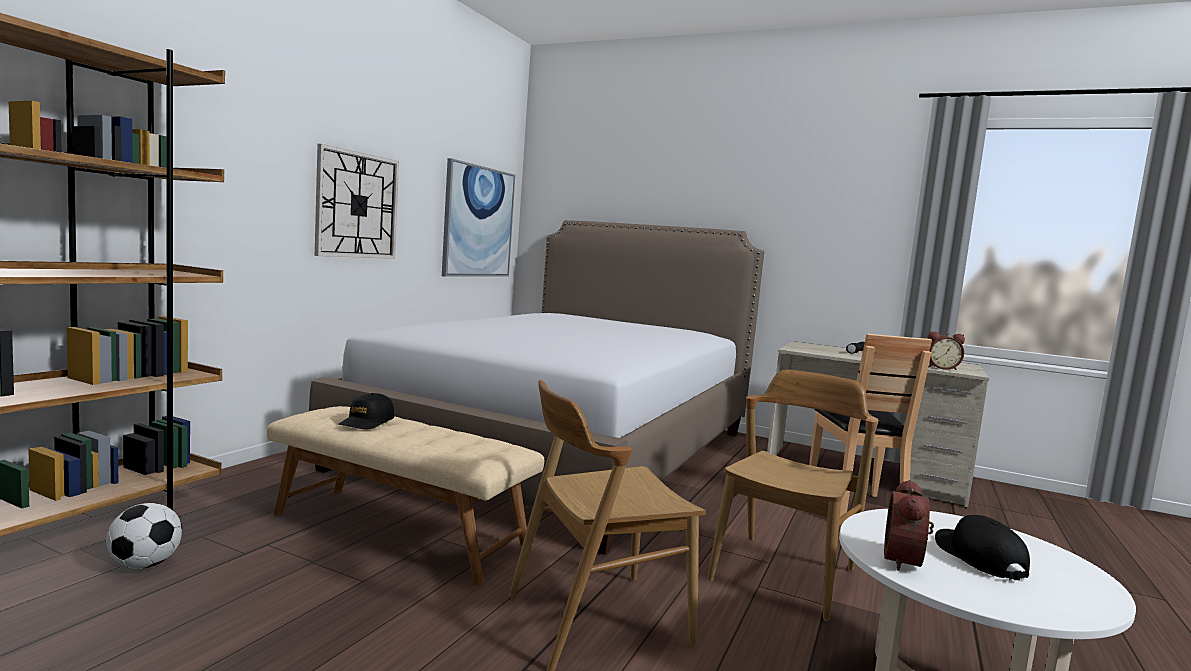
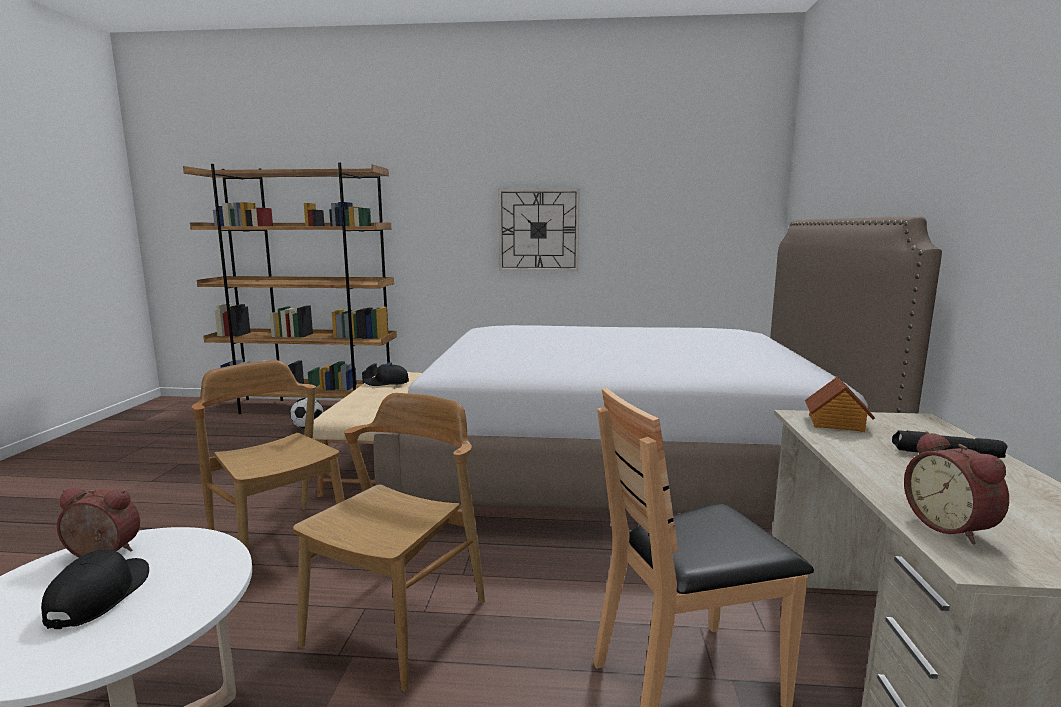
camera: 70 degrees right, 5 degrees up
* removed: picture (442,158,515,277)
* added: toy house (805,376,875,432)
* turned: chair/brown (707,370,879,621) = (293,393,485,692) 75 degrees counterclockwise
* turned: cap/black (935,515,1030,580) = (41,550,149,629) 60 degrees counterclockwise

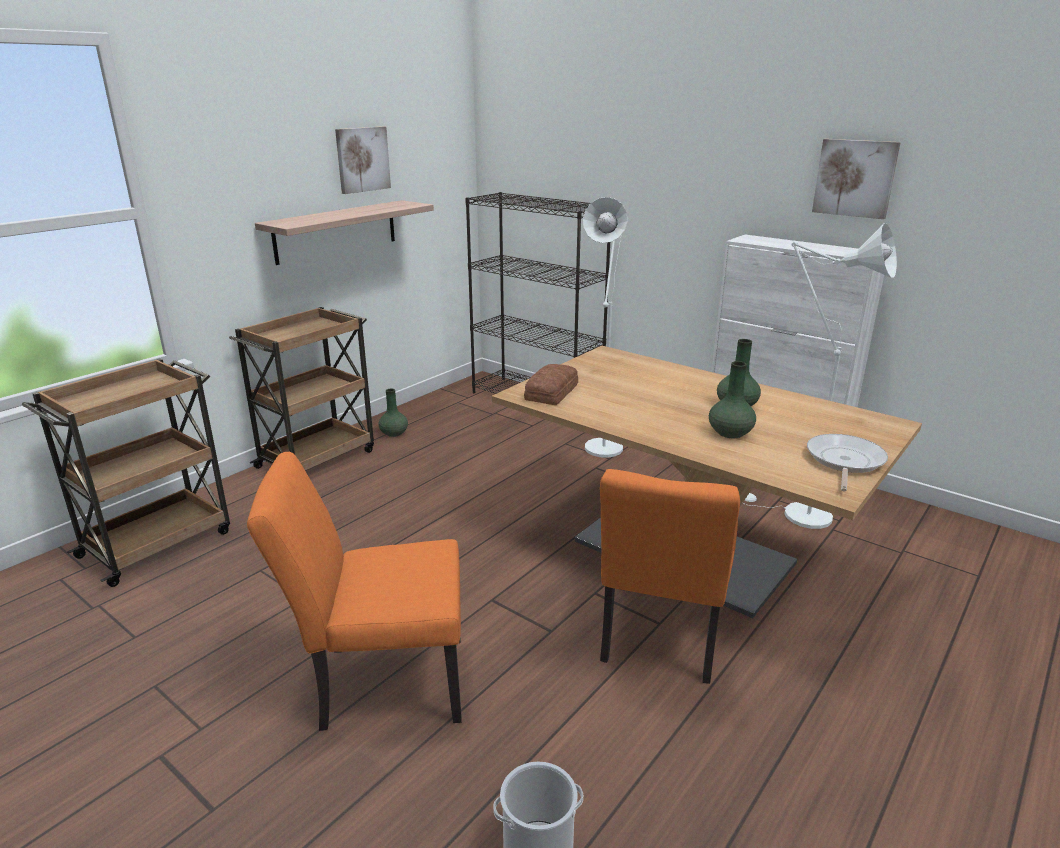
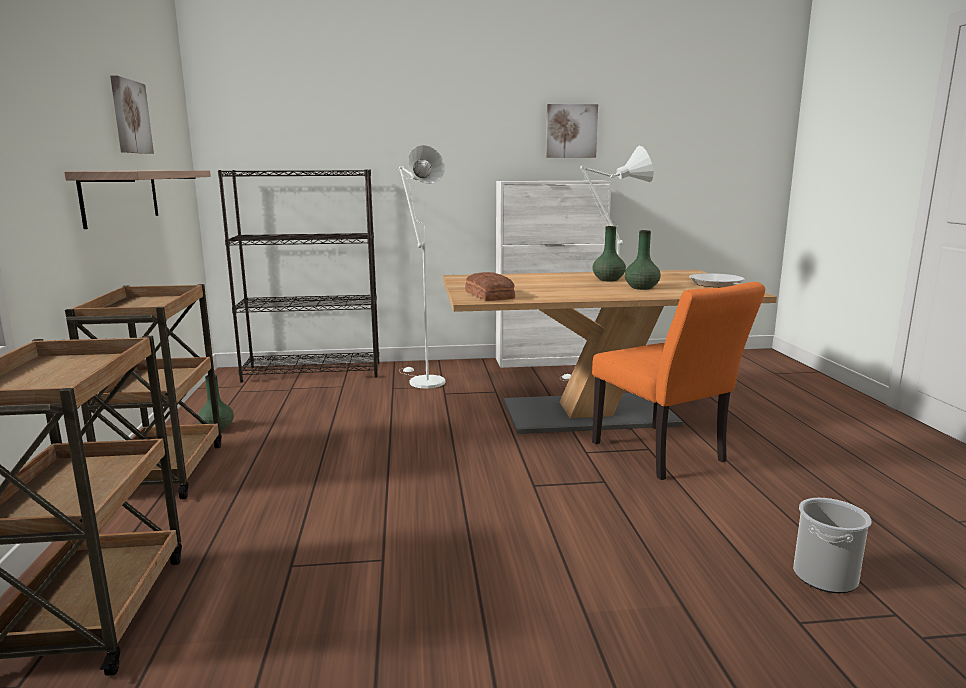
camera: 45 degrees left, 10 degrees down
* removed: chair/orange (247,452,462,731)

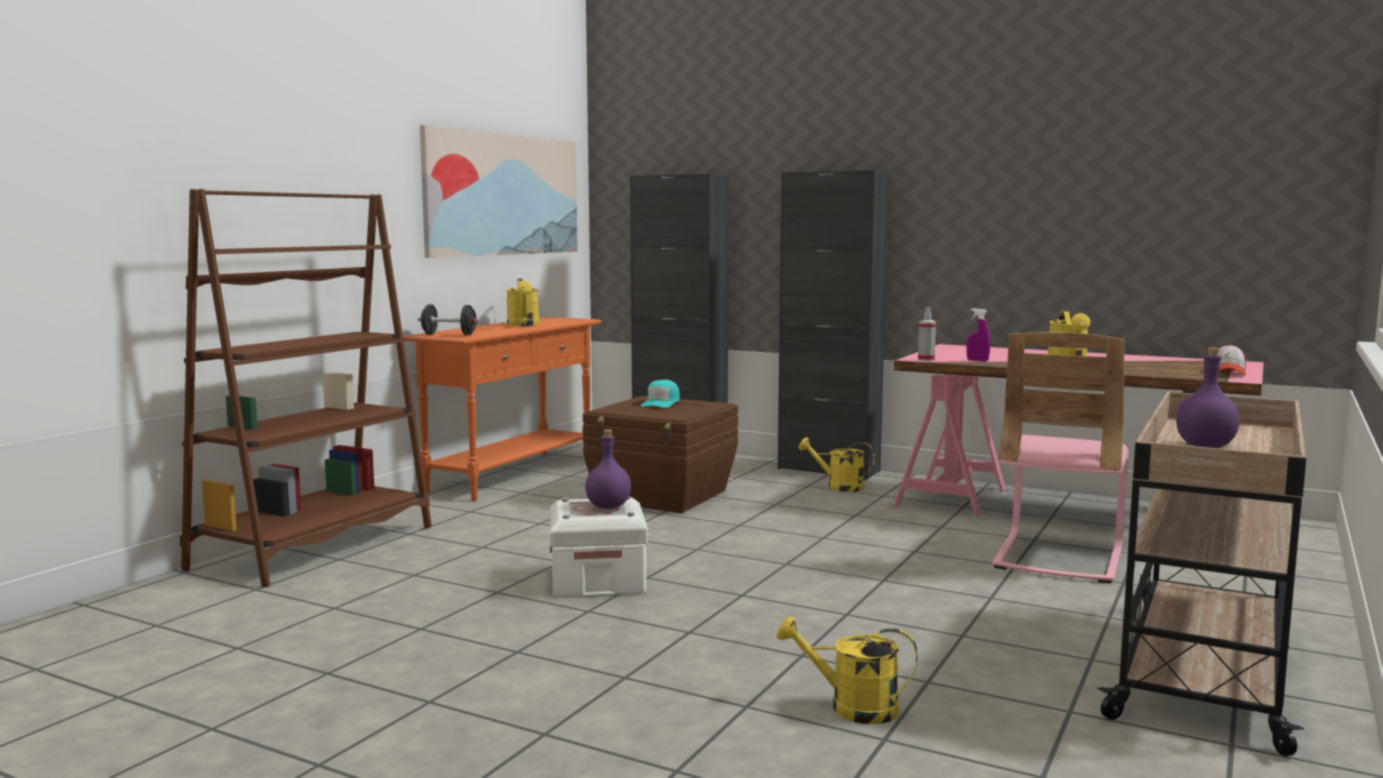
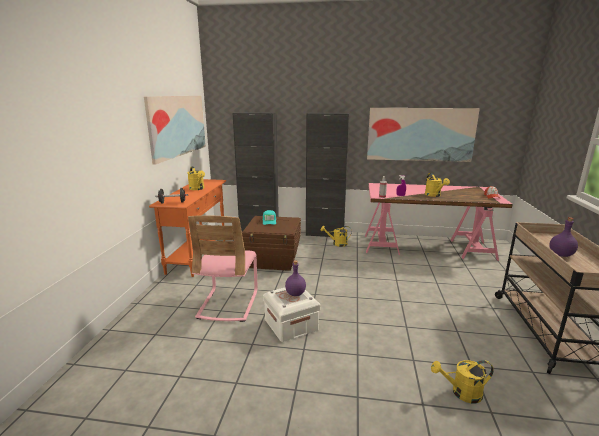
camera: 20 degrees left, 10 degrees up
* removed: bookcase/brown (180,189,432,587)
* added: picture (367,108,480,162)
* moved: chair/pink (992,332,1129,583) to (188,215,258,322)

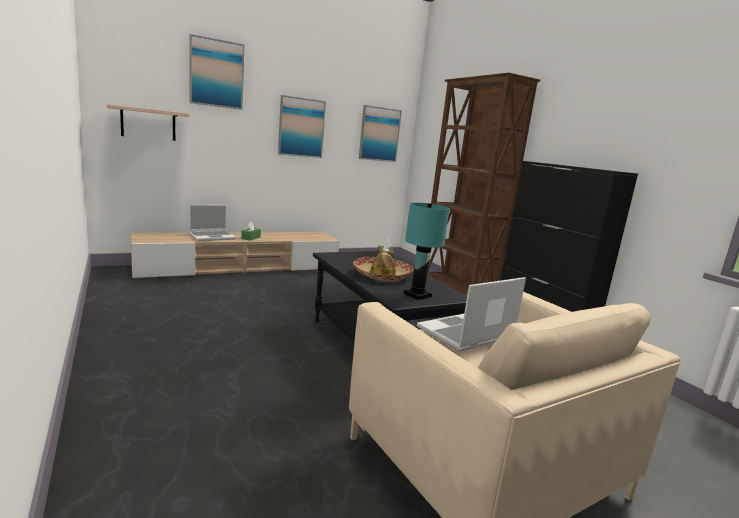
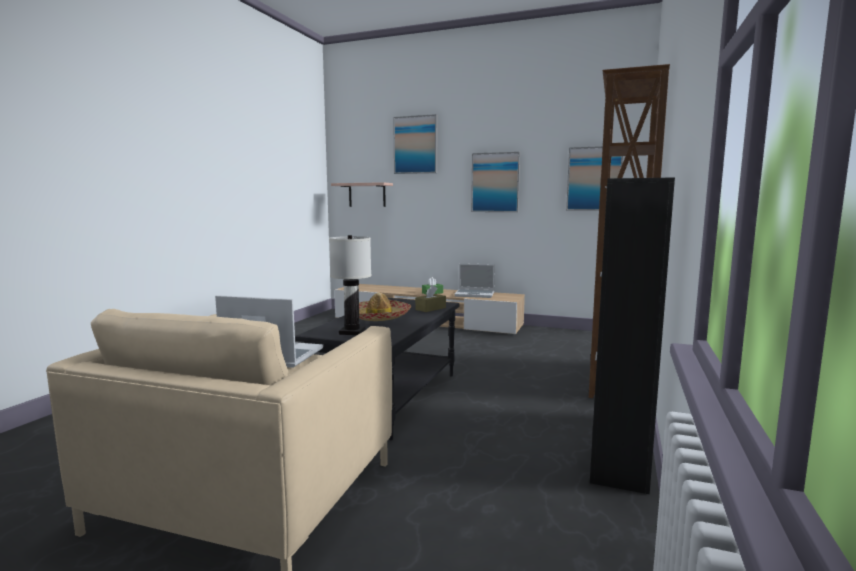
camera: 50 degrees right, 5 degrees down
* moved: laptop (189,204,236,241) to (454,263,495,298)
* recoloured: table lamp/turquoise (403,203,450,300) to table lamp/white (329,235,371,335)

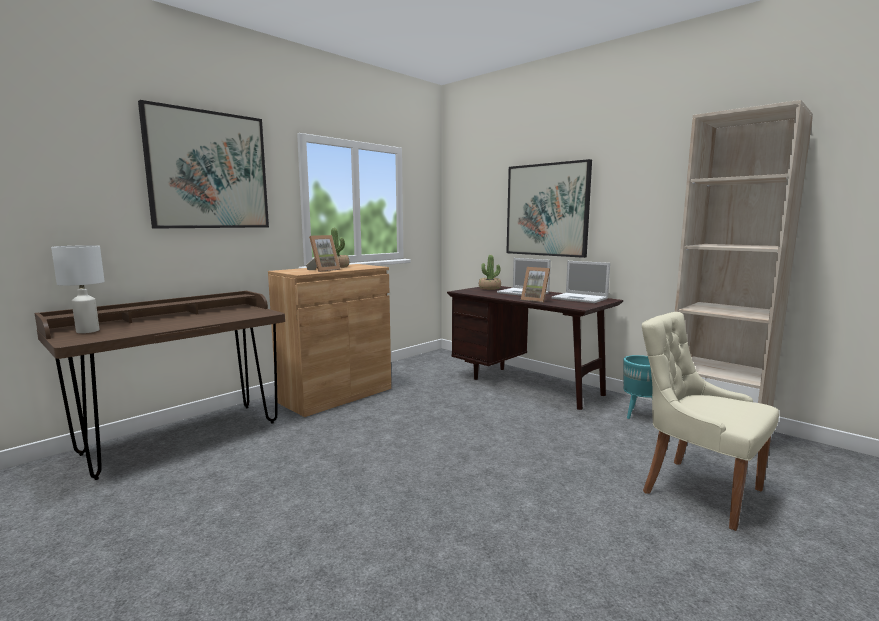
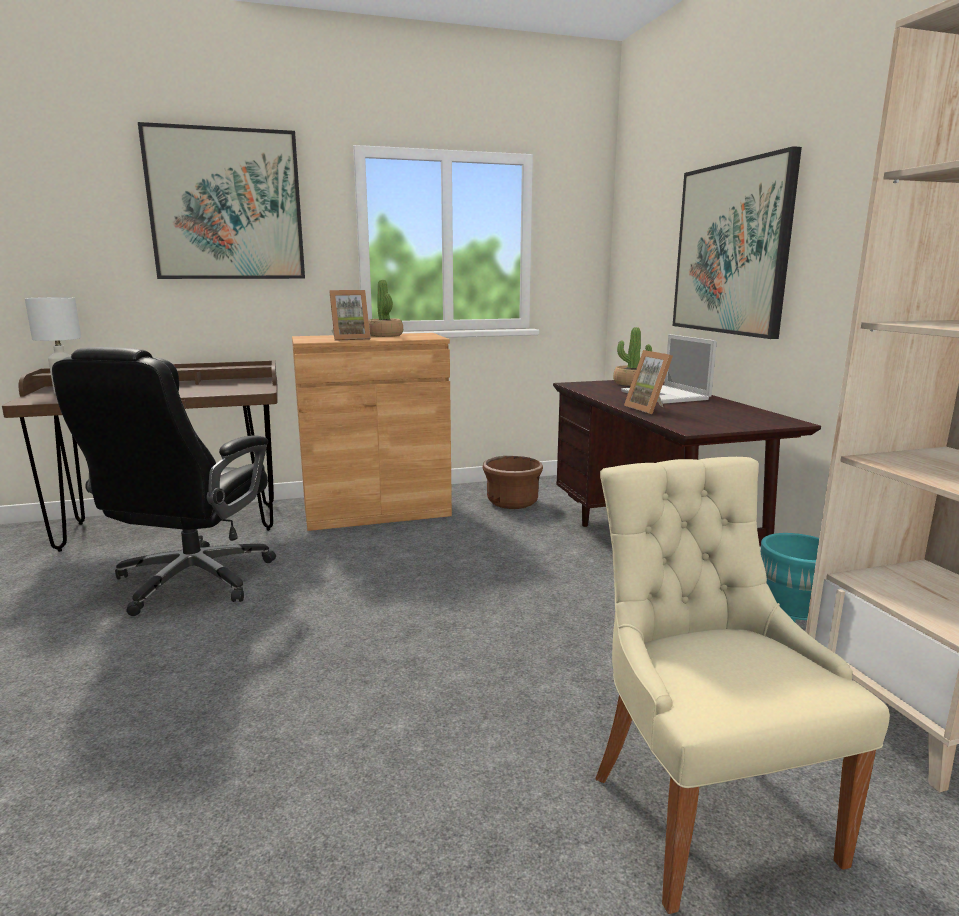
camera: 30 degrees right, 5 degrees up
* removed: laptop (552,261,610,303)
* added: office chair/black (52,347,276,616)
* added: planter/brown (483,456,543,509)

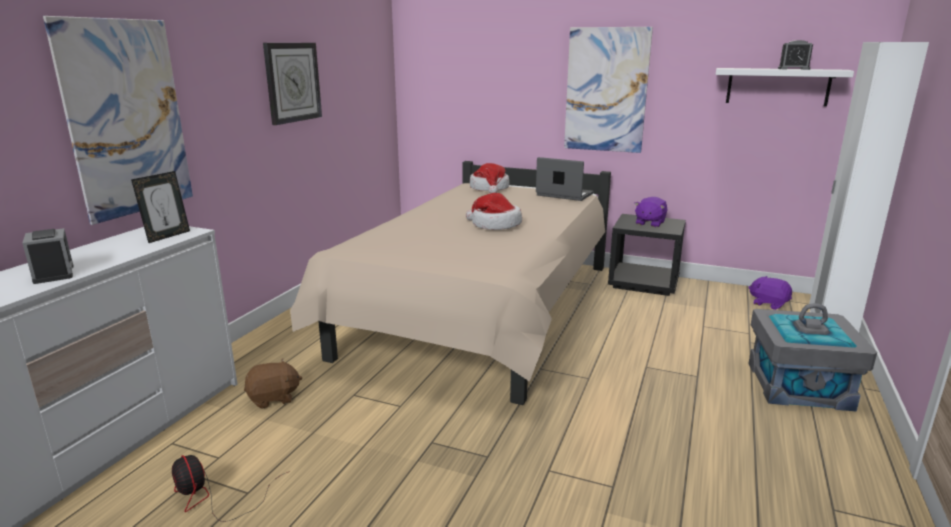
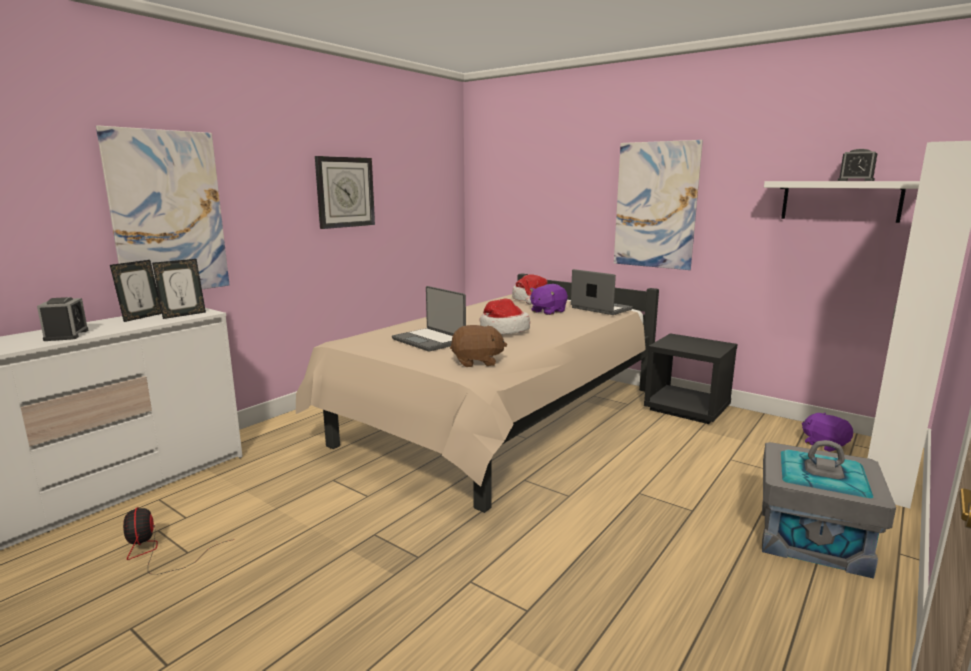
camera: 15 degrees right, 5 degrees down
* added: picture frame (110,260,162,322)
* added: laptop (392,286,466,351)
* moved: plush toy/brown (244,359,302,409) to (450,325,507,367)
* moved: plush toy/purple (634,197,667,227) to (530,284,568,315)

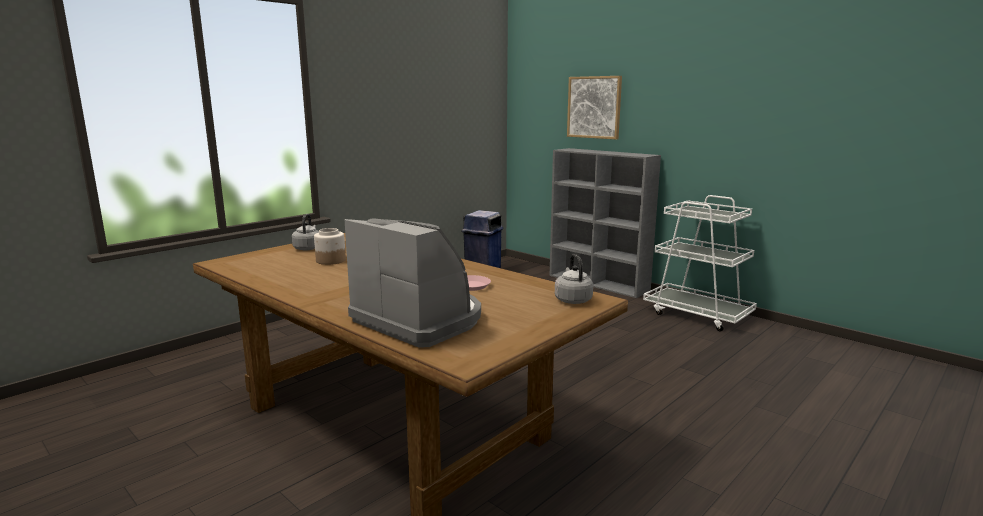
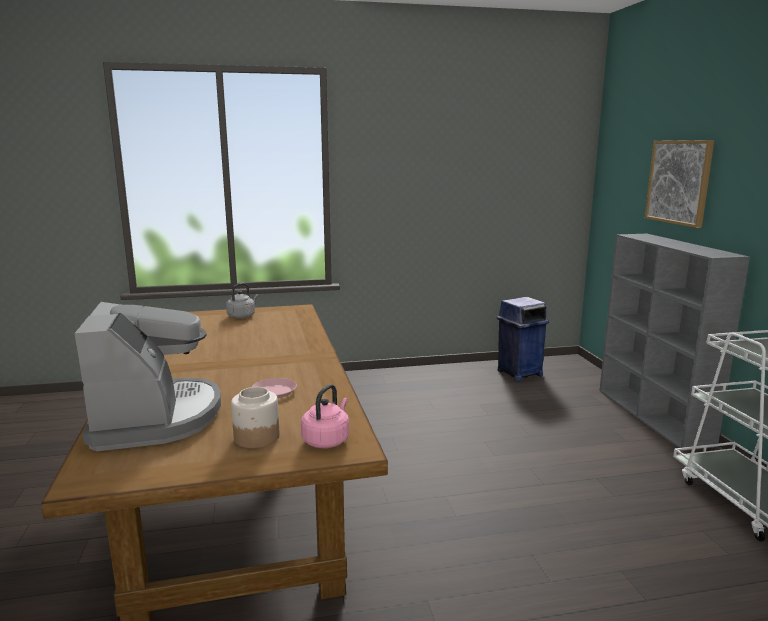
camera: 35 degrees right, 0 degrees up
* moved: jar (314,228,346,265) to (231,387,279,448)
* recoloured: kettle/grey (555,254,593,304) to kettle/pink (301,384,349,448)

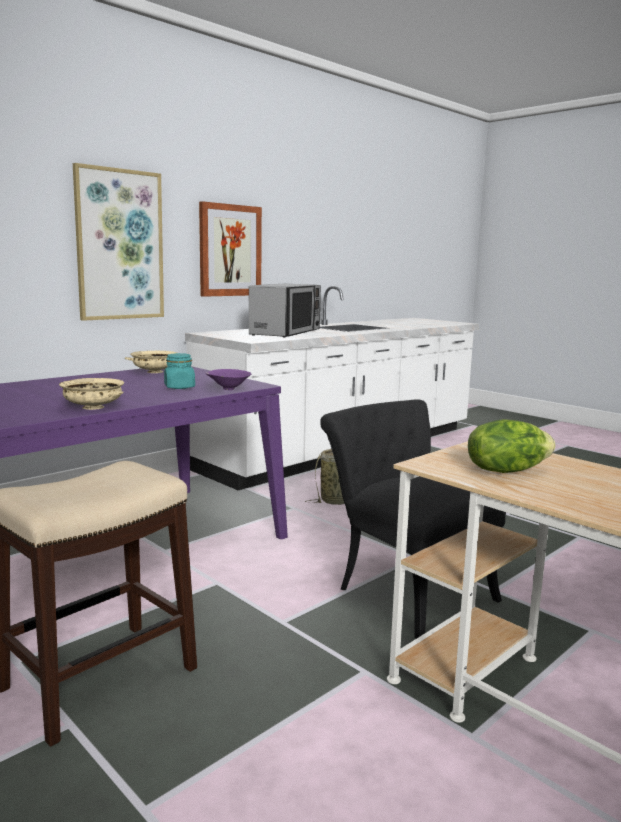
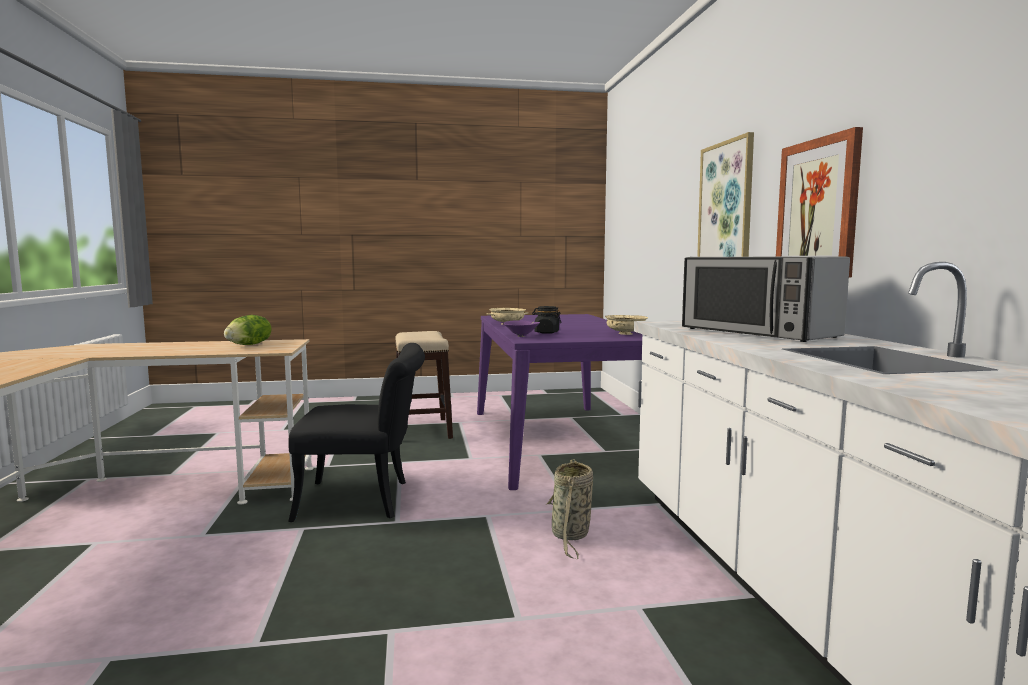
camera: 125 degrees right, 5 degrees down
* recoloured: jar/turquoise (164,353,195,389) to jar/black (532,306,561,334)

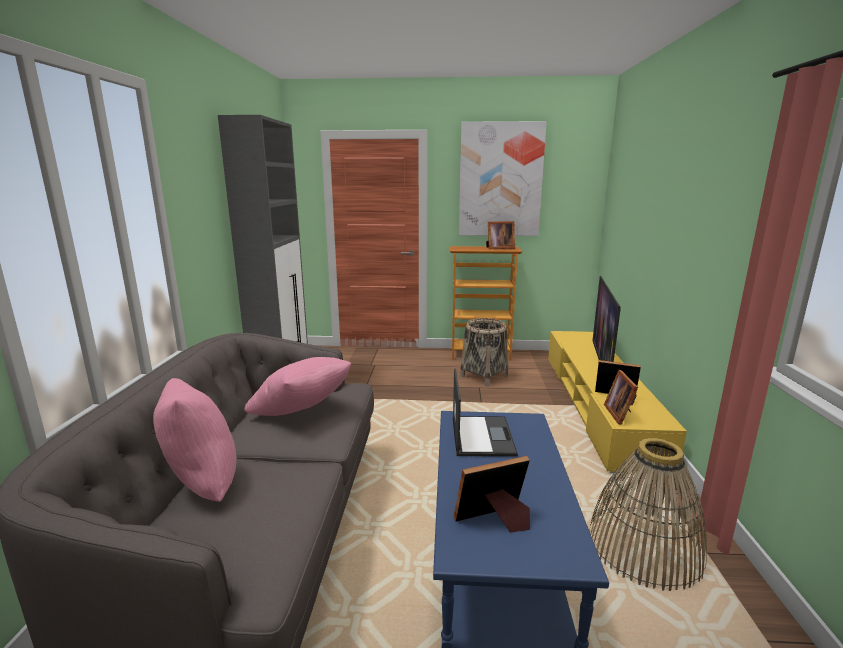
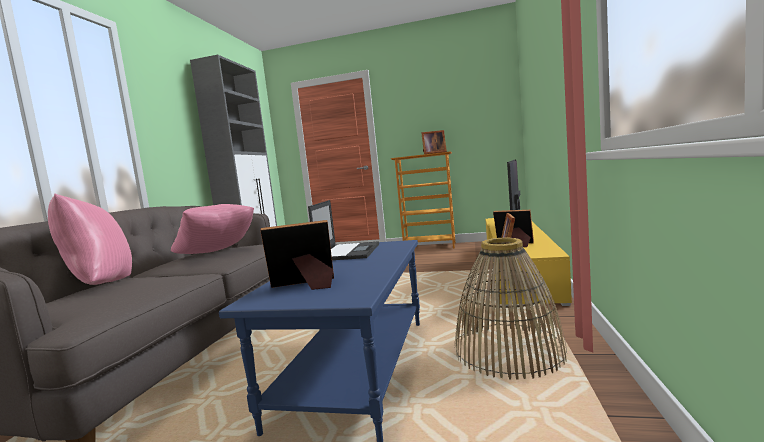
camera: 10 degrees right, 10 degrees down
* removed: picture (459,121,547,236)
* removed: basket (460,318,508,386)

